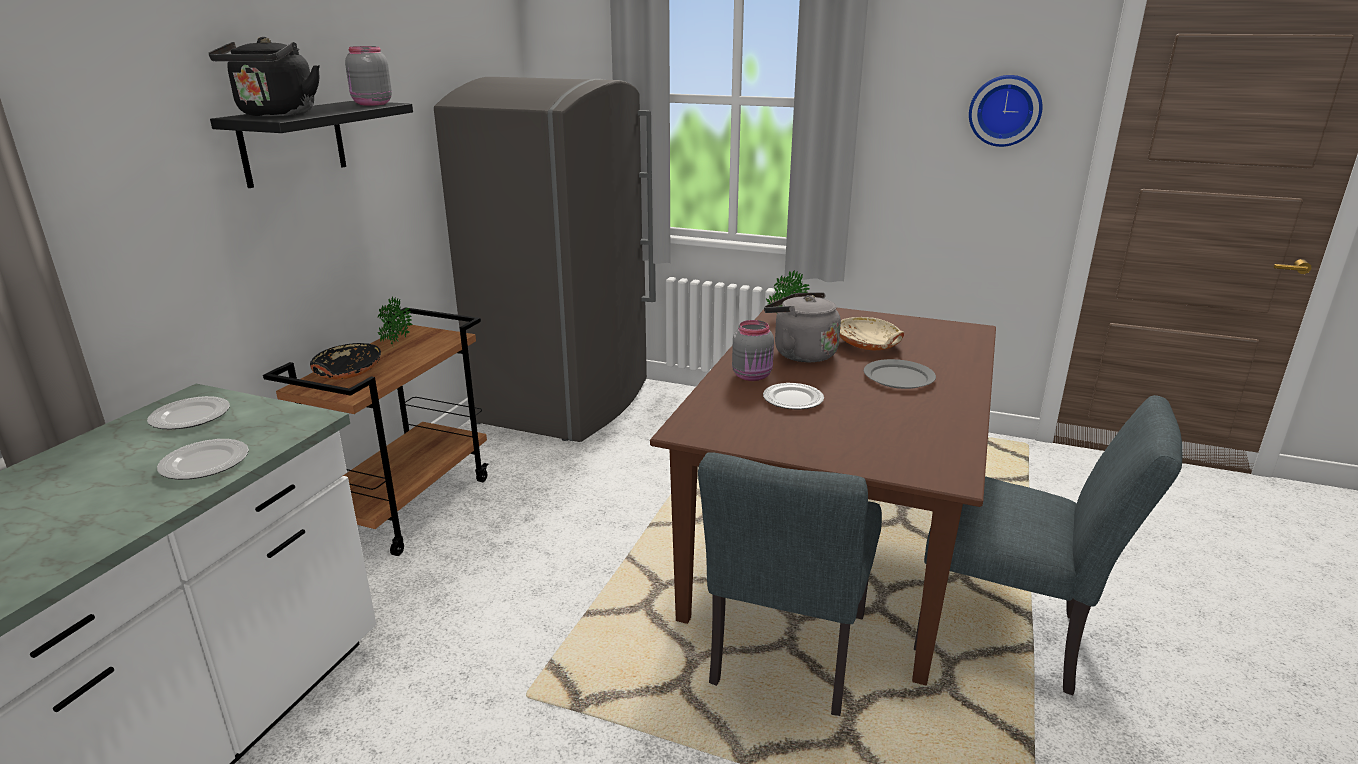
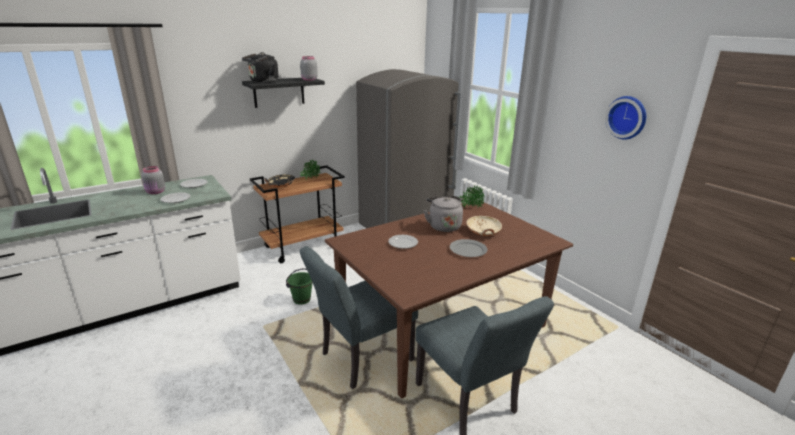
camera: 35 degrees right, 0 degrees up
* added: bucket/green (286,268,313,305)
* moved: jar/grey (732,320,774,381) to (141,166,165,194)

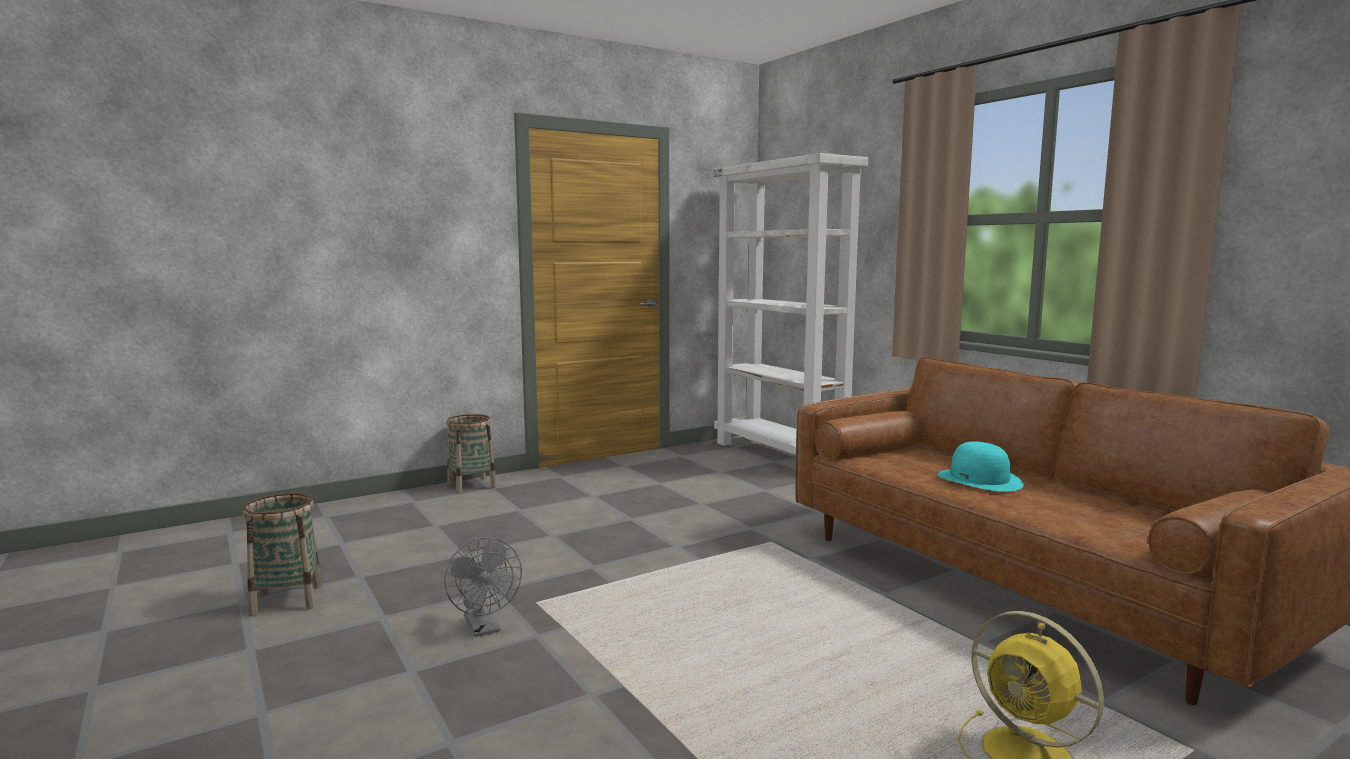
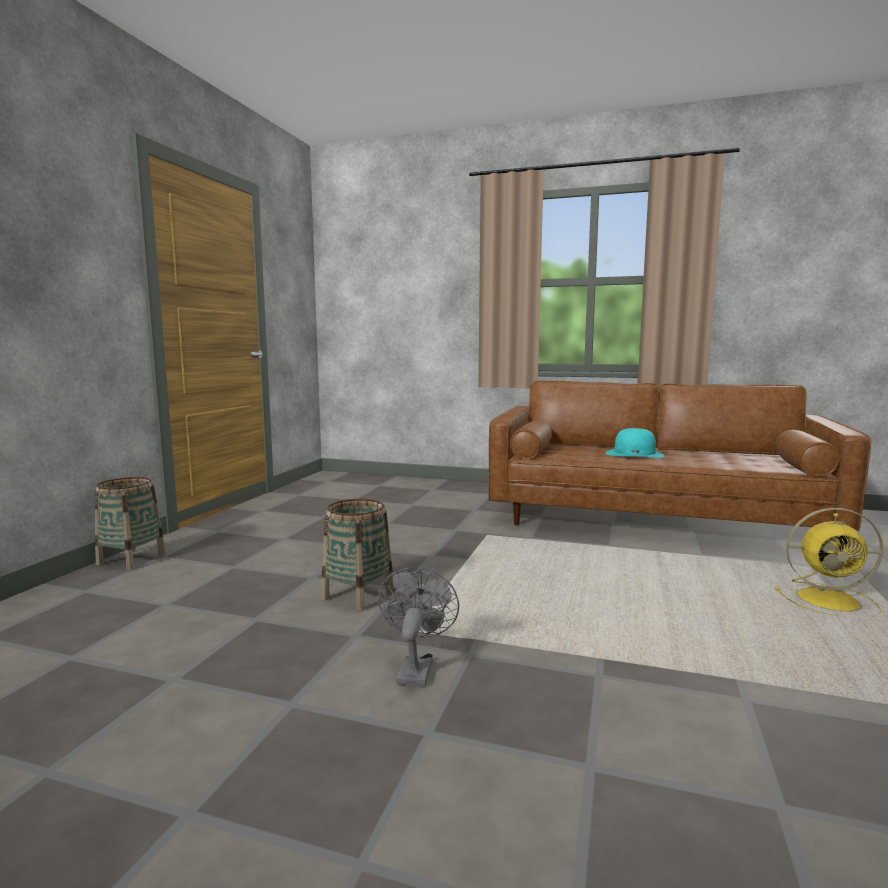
camera: 40 degrees left, 0 degrees up
* removed: bookcase/white (714,153,868,455)
* moved: basket (242,493,322,617) to (321,499,394,612)
* turned: fan/grey (445,537,522,637) = (378,567,459,686) 105 degrees counterclockwise

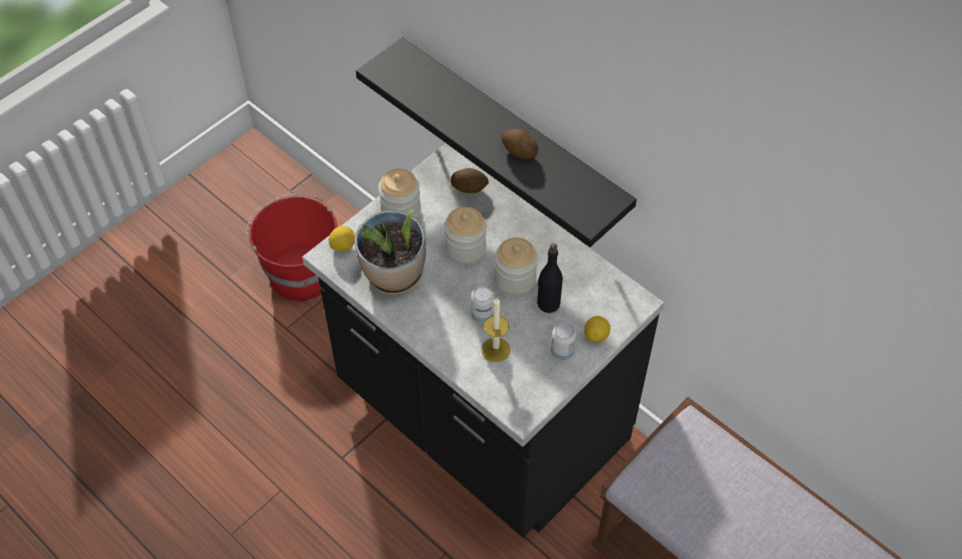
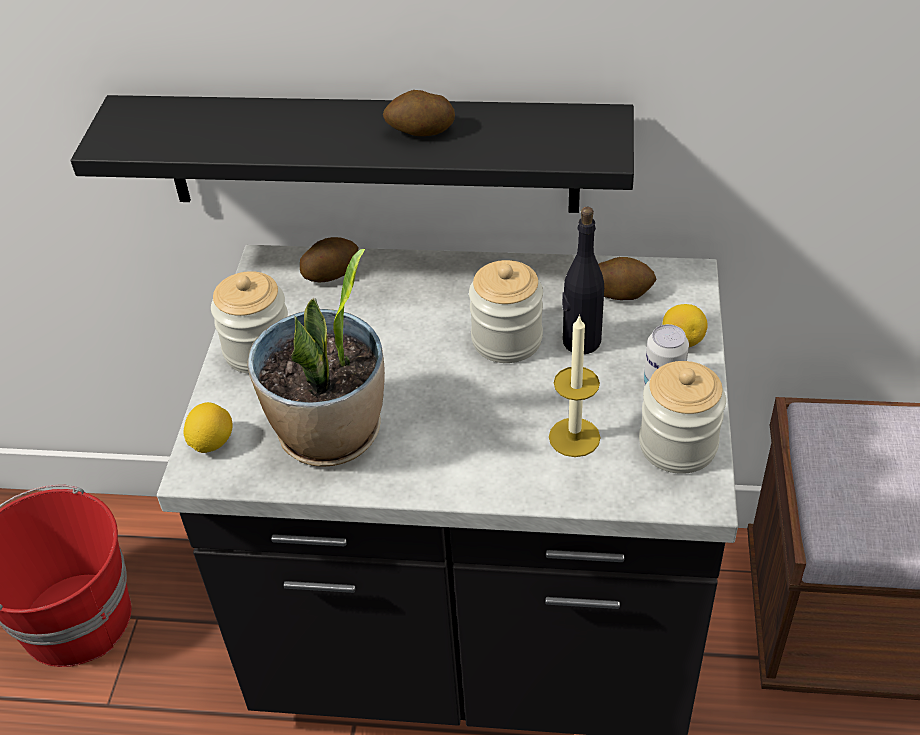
camera: 35 degrees left, 10 degrees down
* removed: can (471,286,494,323)
* added: potato (598,257,657,300)
* moved: jar (444,207,486,264) to (639,361,726,474)

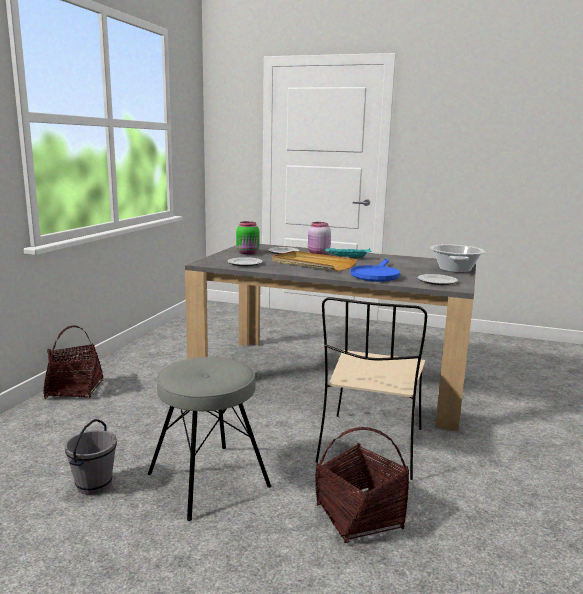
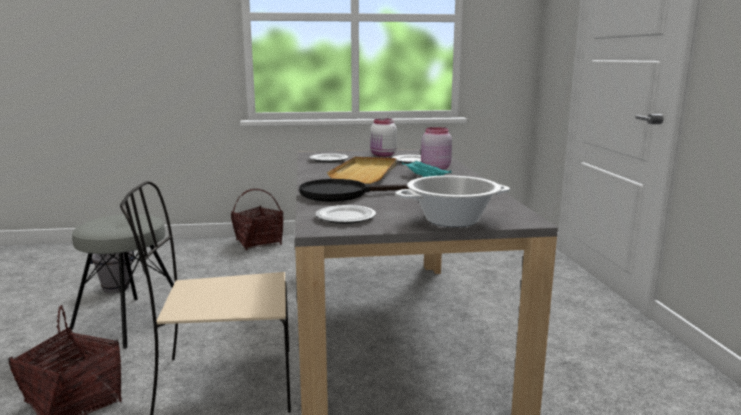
camera: 65 degrees right, 0 degrees up
* recoloured: jar/green (236,221,259,255) to jar/white (370,118,397,157)
* recoloured: frying pan/blue (350,259,400,282) to frying pan/black (299,179,409,202)

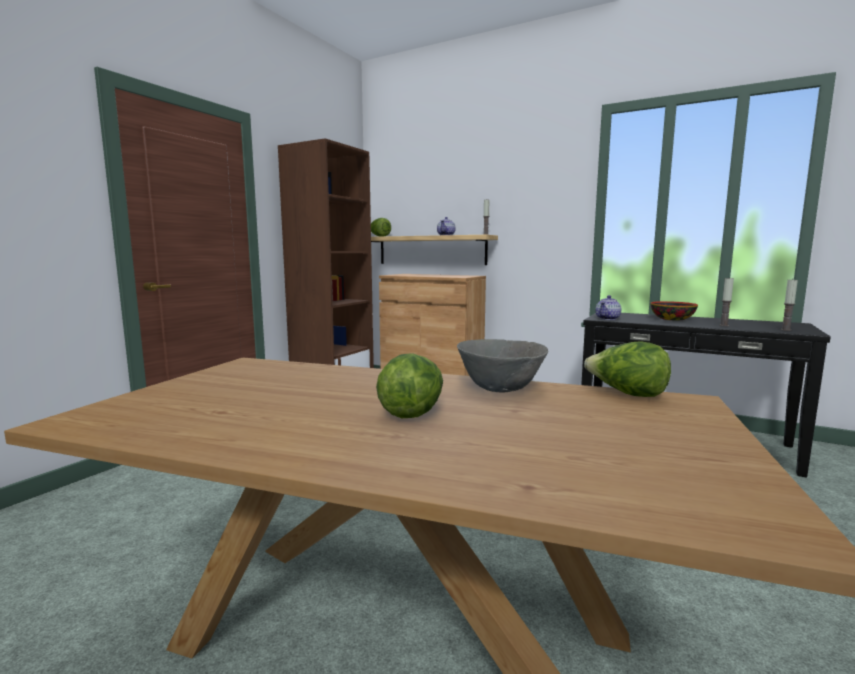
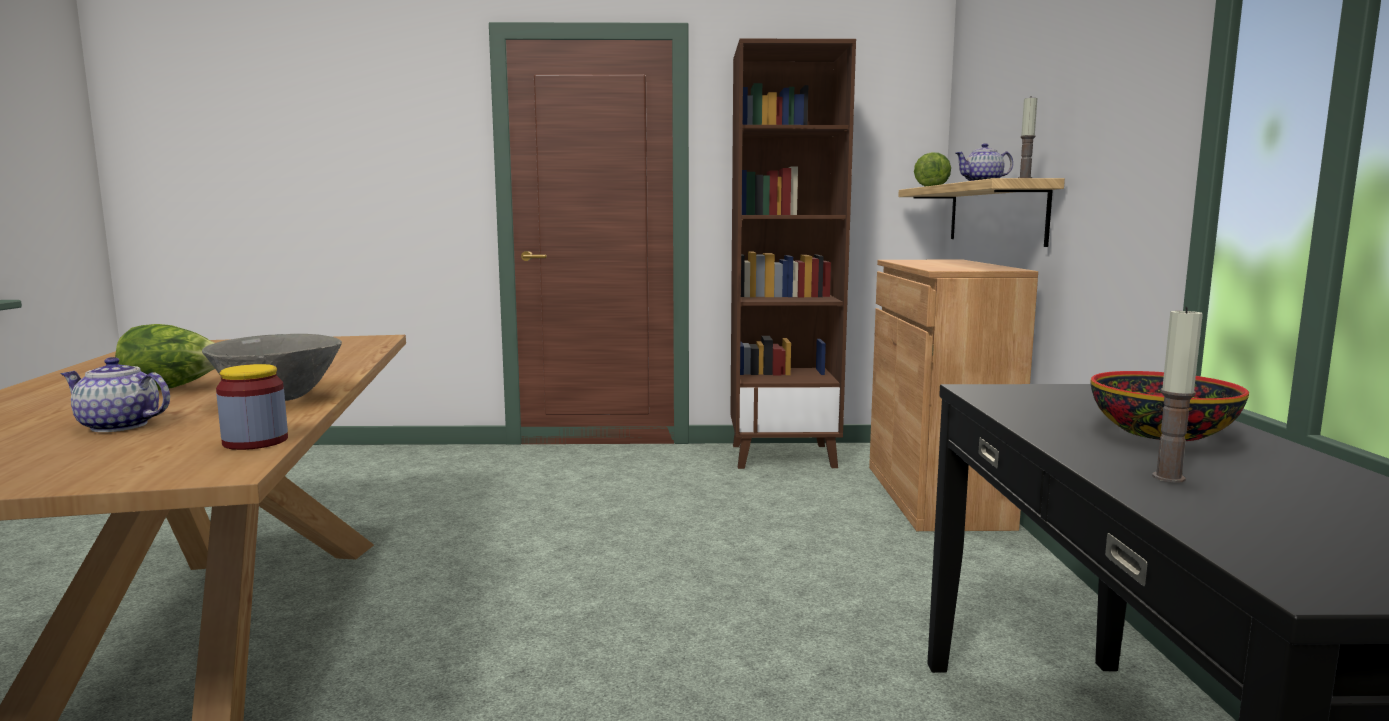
camera: 60 degrees right, 0 degrees up
* removed: candle (781,279,798,331)
* moved: teapot (595,295,621,320) to (61,357,170,432)
* replaced: lettuce (584,341,671,397) to jar (216,364,288,450)

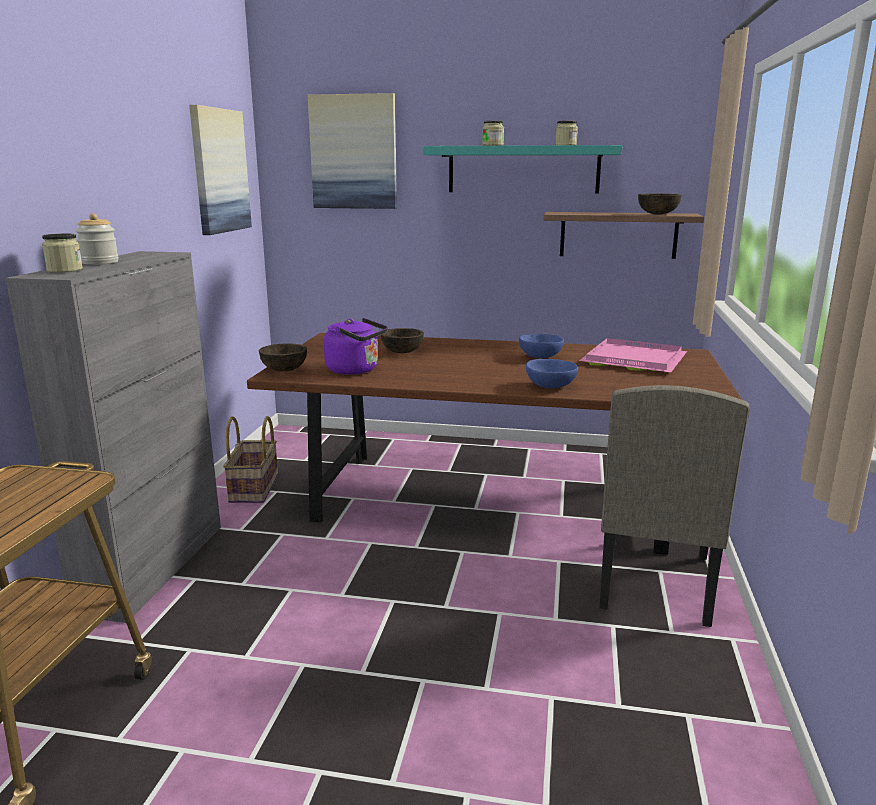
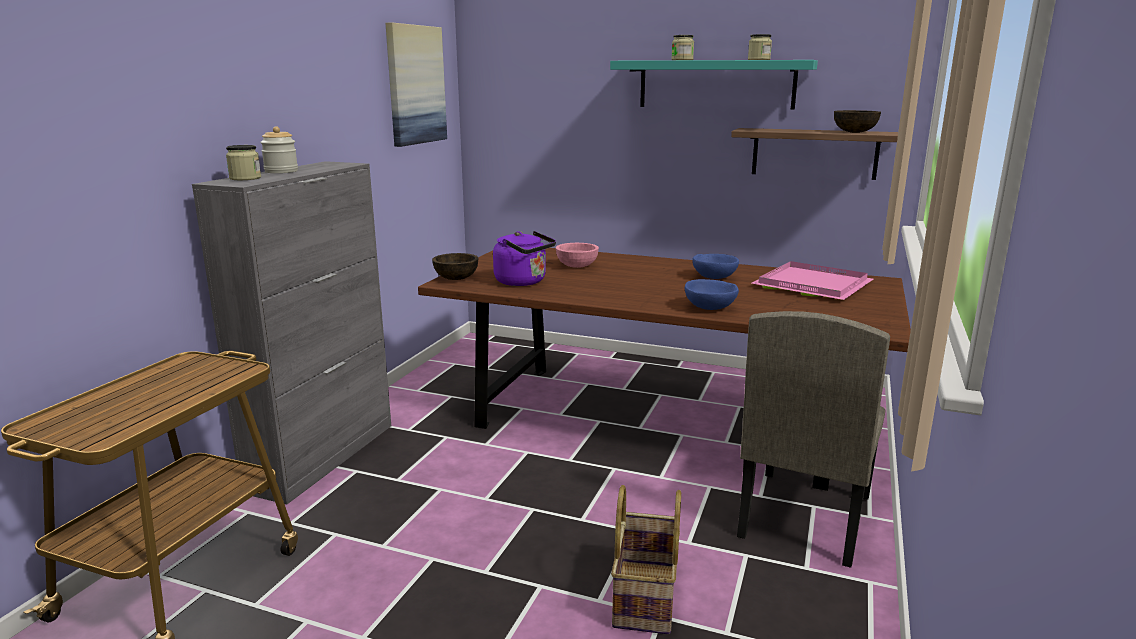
camera: 10 degrees right, 0 degrees up
* removed: picture (308,93,397,209)
* moved: basket (223,416,278,503) to (611,485,681,634)
* recoloured: bowl/brown (381,328,424,353) to bowl/pink (556,243,599,268)

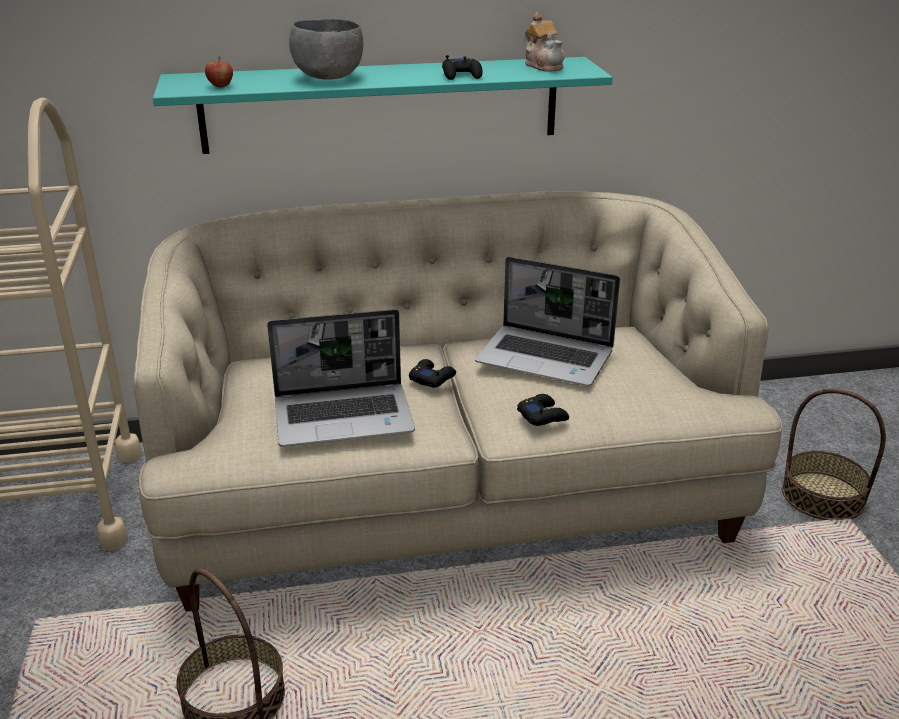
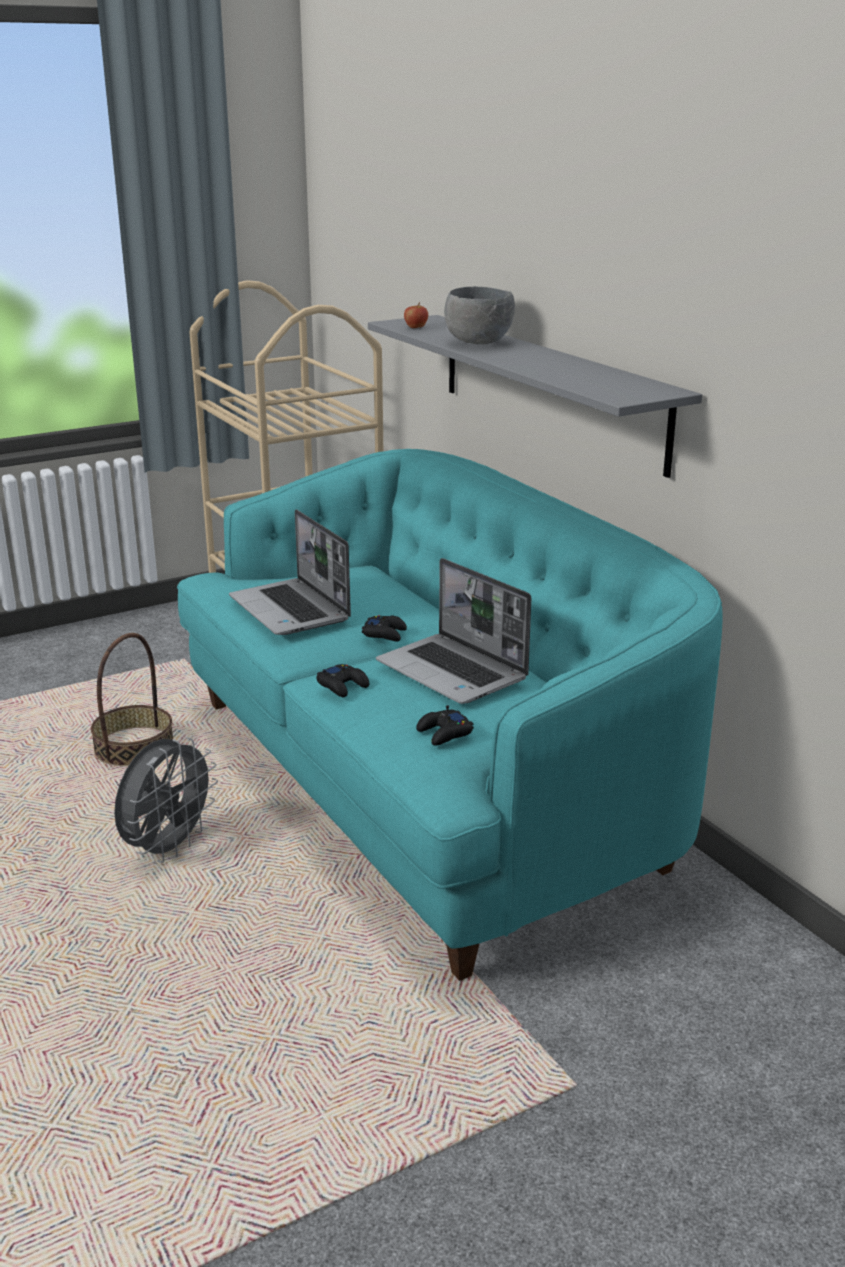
camera: 70 degrees right, 5 degrees down
* removed: teapot (525,12,565,72)
* removed: basket (782,389,886,520)
* added: fan/grey (114,737,218,863)
* moved: game controller/black (442,55,483,80) to (416,705,474,746)
* recoloured: sofa/beige (133,191,783,612) to sofa/turquoise (177,449,723,981)
* recoloured: shelf/turquoise (153,57,613,154) to shelf/grey (368,315,702,478)
* turned: laptop (475,257,620,386) = (376,558,531,704) 45 degrees counterclockwise

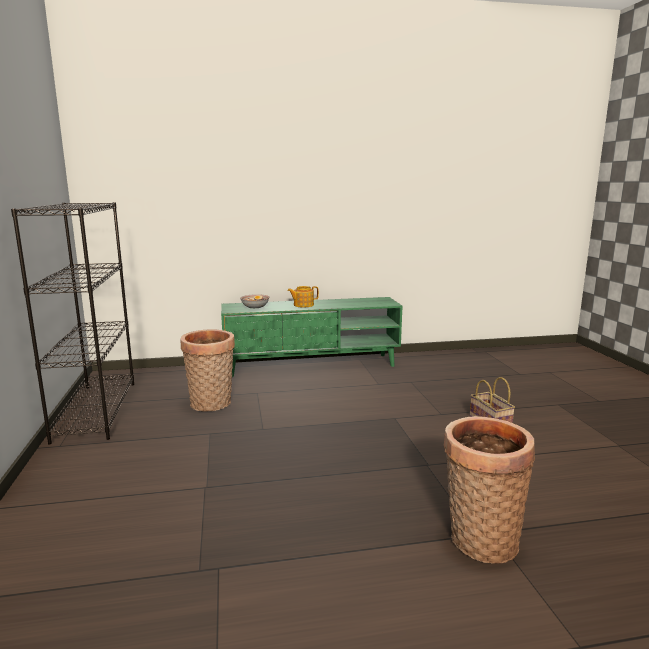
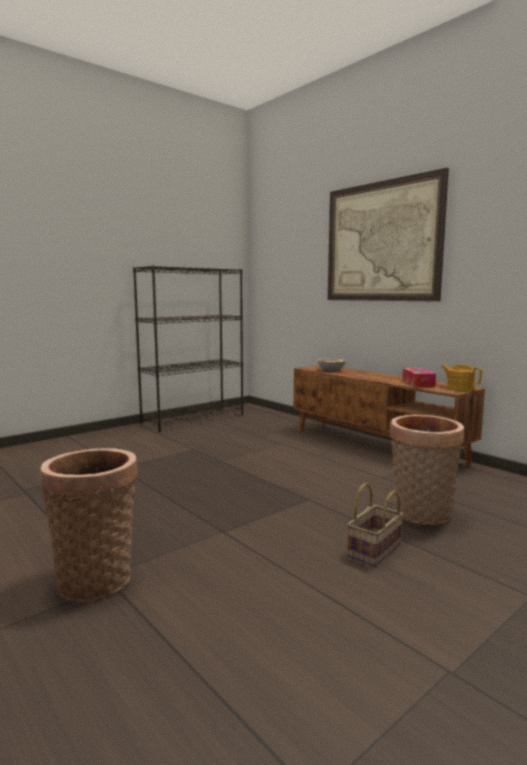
camera: 60 degrees right, 5 degrees down
* added: picture (328,168,449,302)
* added: tissue box (402,368,436,387)
* moved: basket (180,330,235,412) to (389,415,464,525)
* moved: teapot (288,286,319,307) to (441,365,482,391)
* recoloured: tv stand/green (221,297,402,377) to tv stand/brown (294,365,485,465)

